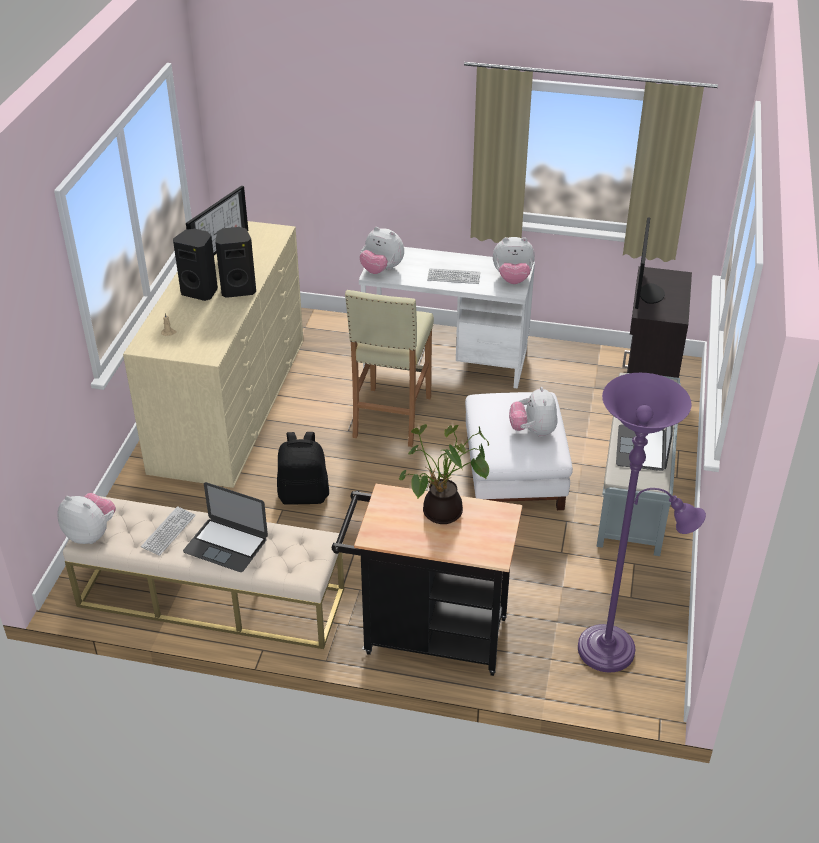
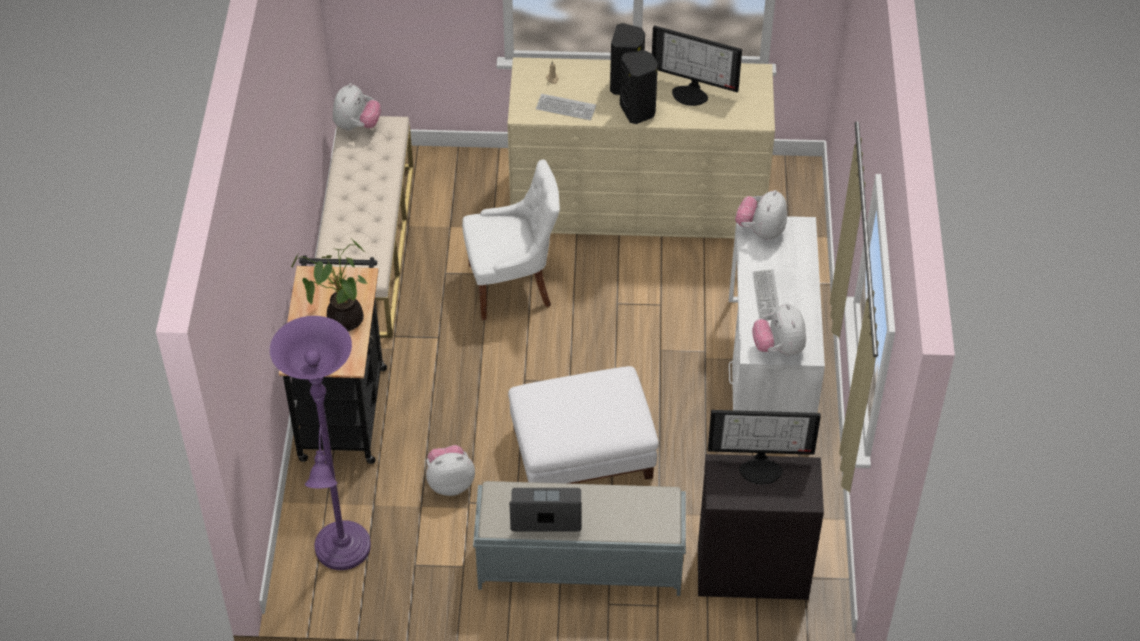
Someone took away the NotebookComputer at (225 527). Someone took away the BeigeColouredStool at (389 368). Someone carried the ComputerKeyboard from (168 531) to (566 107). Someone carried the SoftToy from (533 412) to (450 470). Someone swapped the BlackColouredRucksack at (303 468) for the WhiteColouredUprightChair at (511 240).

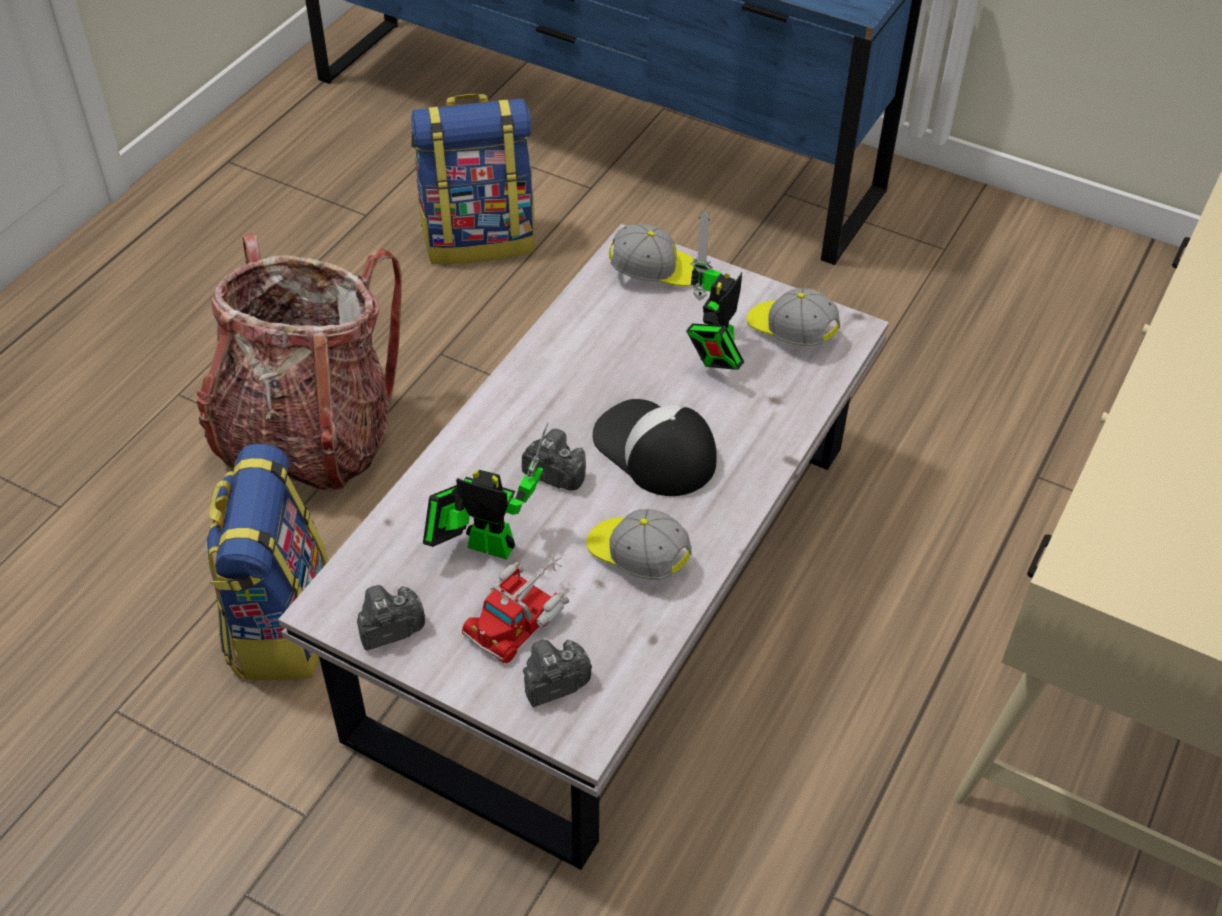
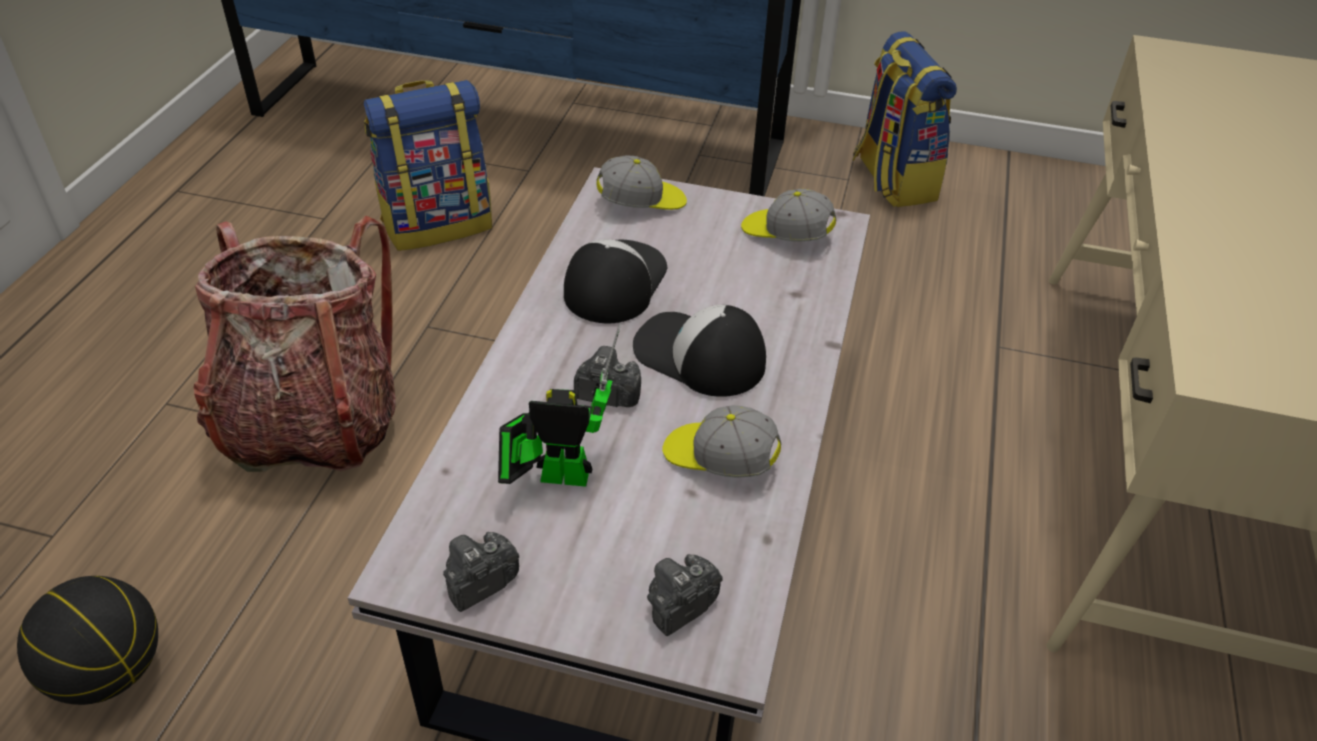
Someone took away the ToyTruck at (515 608). Someone took away the ToyRobot at (715 290). Someone put down the Basketball at (87 640). Someone put down the BaseballCap at (616 281). Someone carried the Rucksack from (267 562) to (904 119).

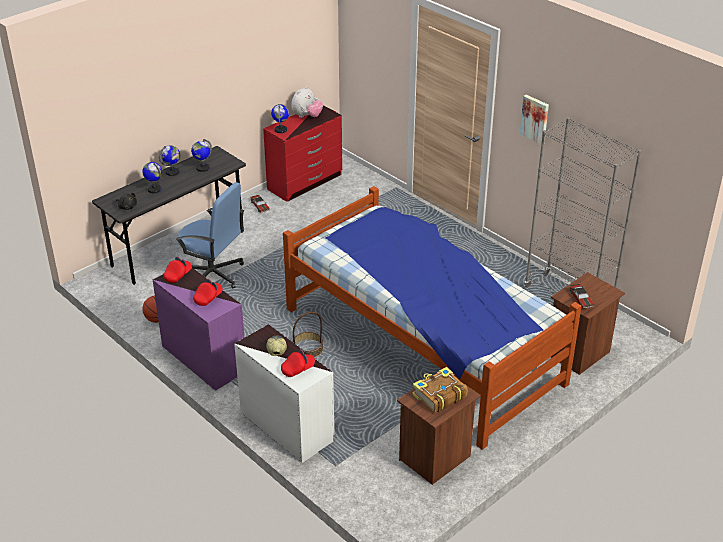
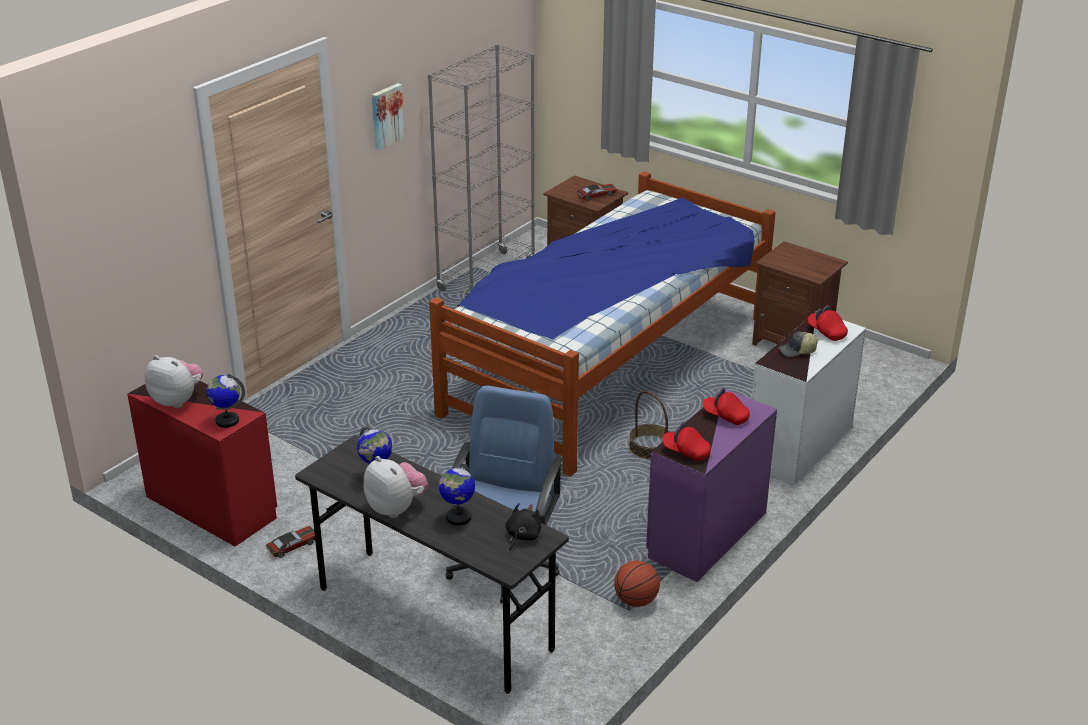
Someone took away the Book at (439 390). Someone swapped the WorldGlobe at (169 160) for the SoftToy at (395 487).

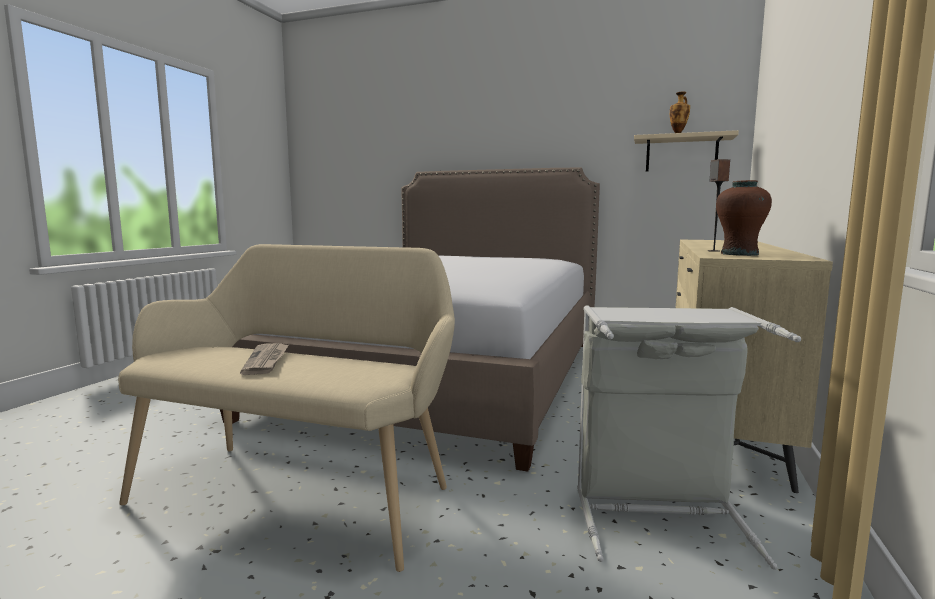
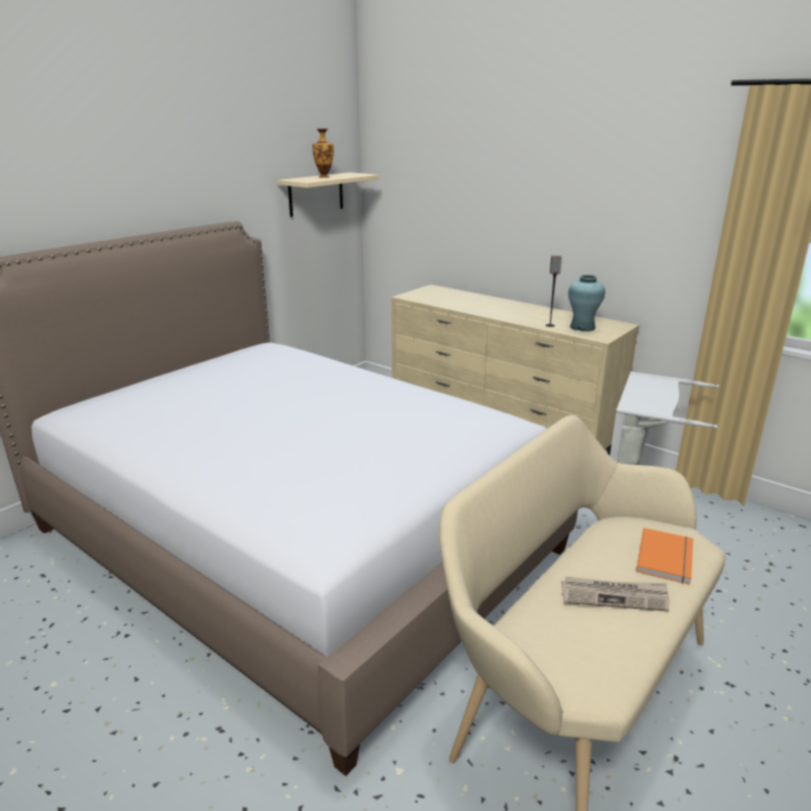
Someone put down the OrangeyBook at (664 556). Someone repainted the BrownishVase at (744 218), which became the TurquoiseColouredVase at (586 303).

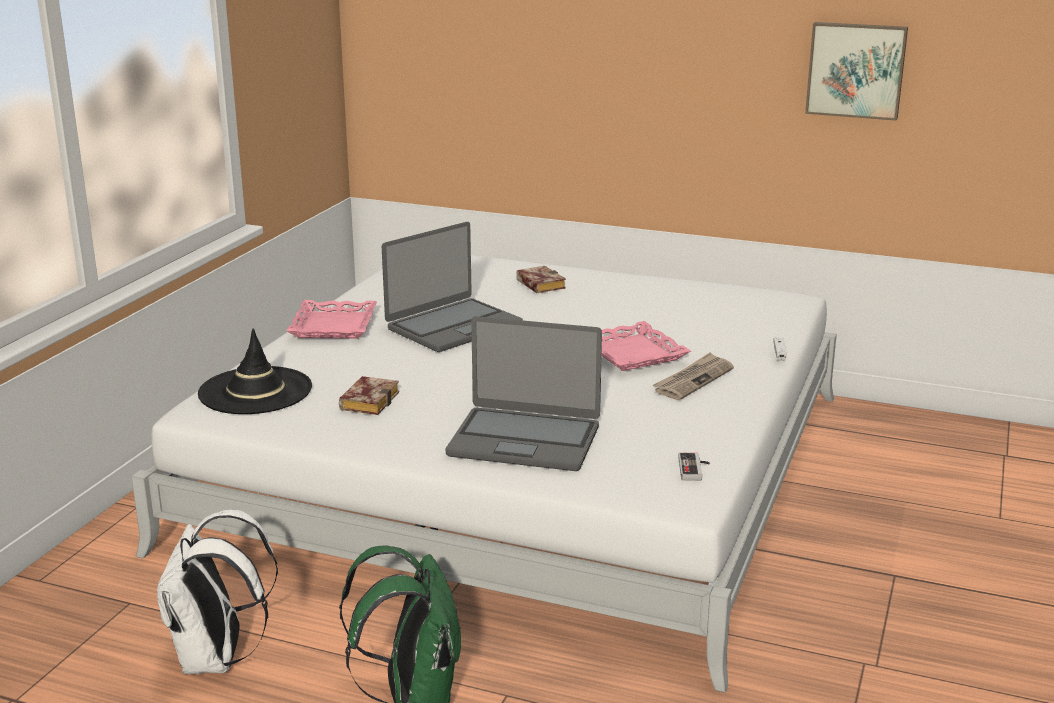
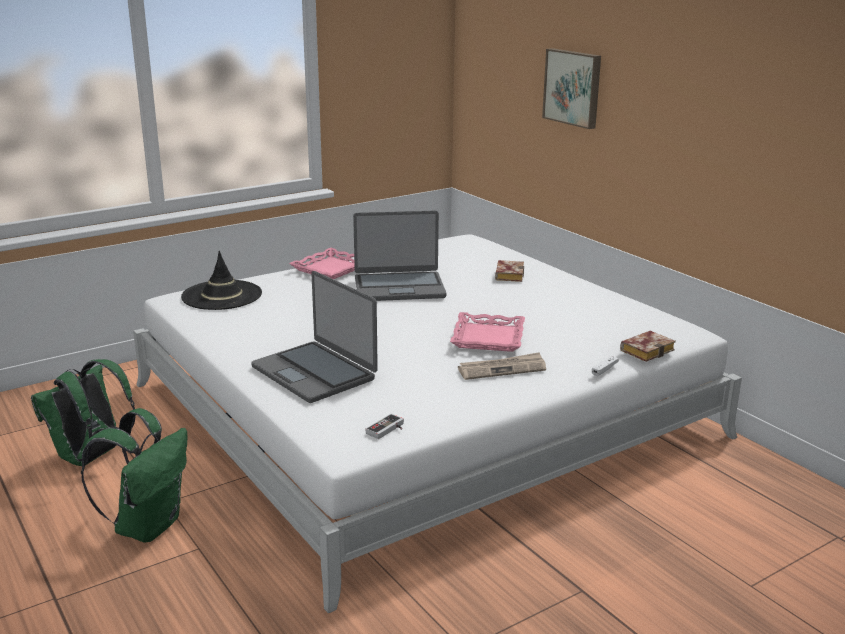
Someone carried the Book from (369 395) to (648 346). Someone carried the Picture from (856 71) to (571 88). Someone repainted the WhiteColouredRucksack at (217 592), which became the GreenColouredRucksack at (83 412).

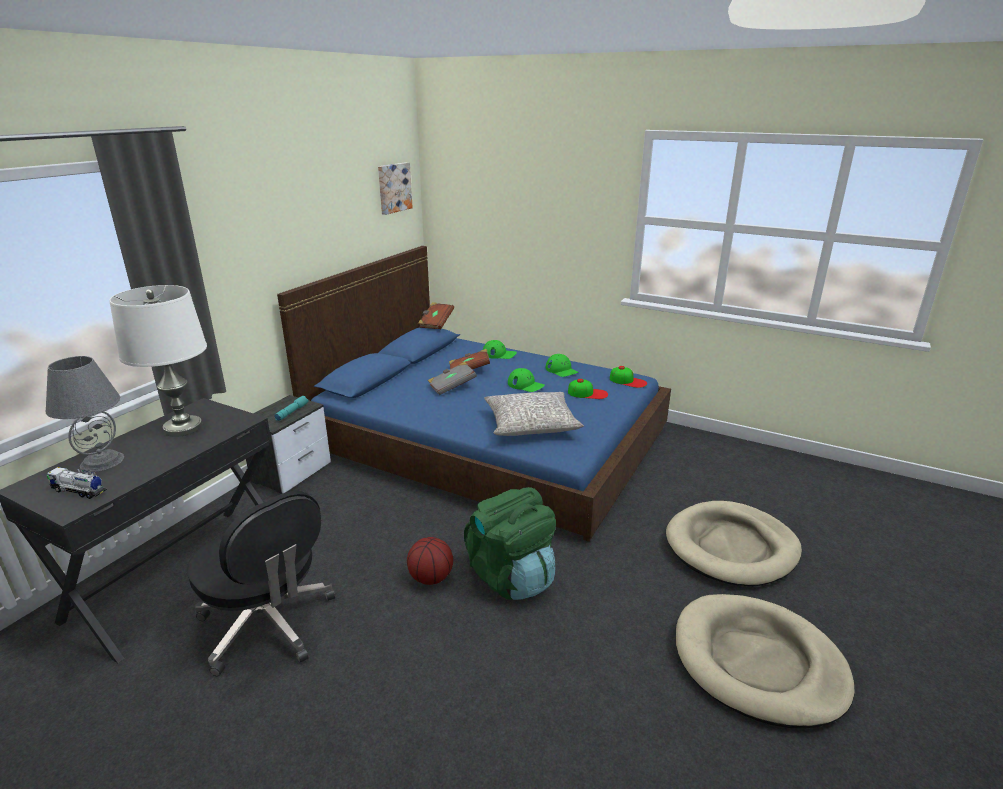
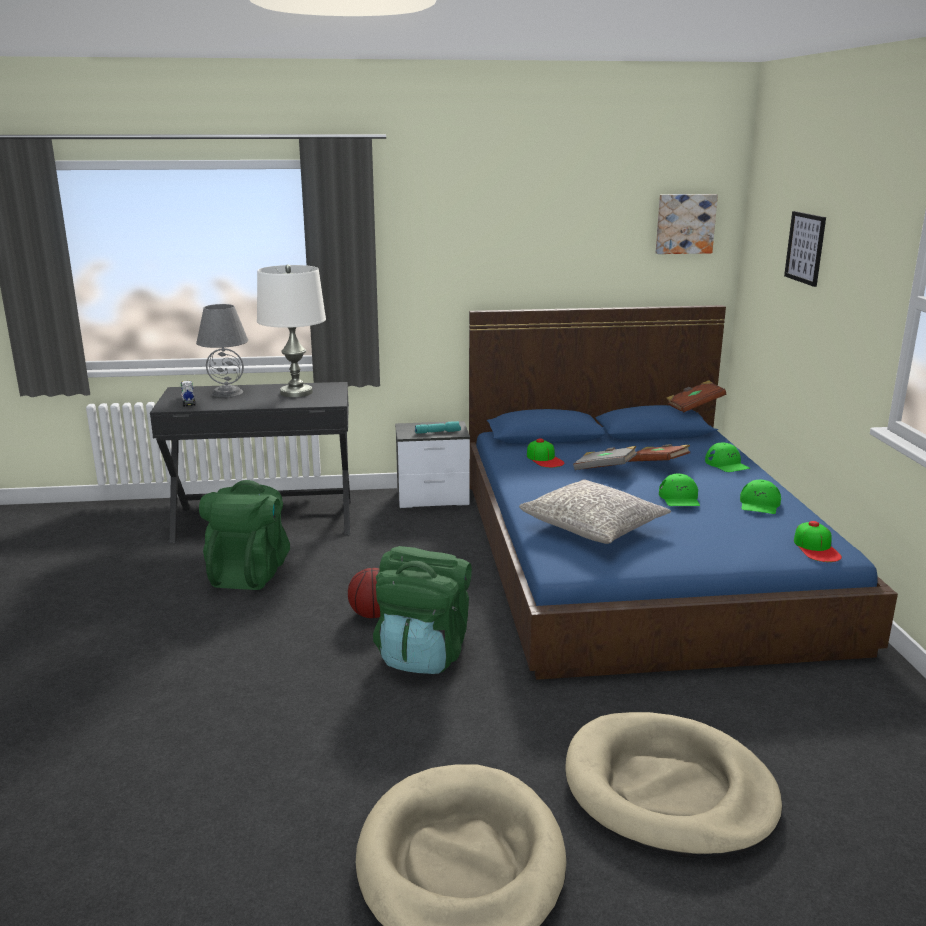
Someone put up the Picture at (805 249). Someone carried the BaseballCap from (588 389) to (546 453). Someone swapped the BlackColouredComputerChair at (261 583) for the GreenColouredRucksack at (244 535).

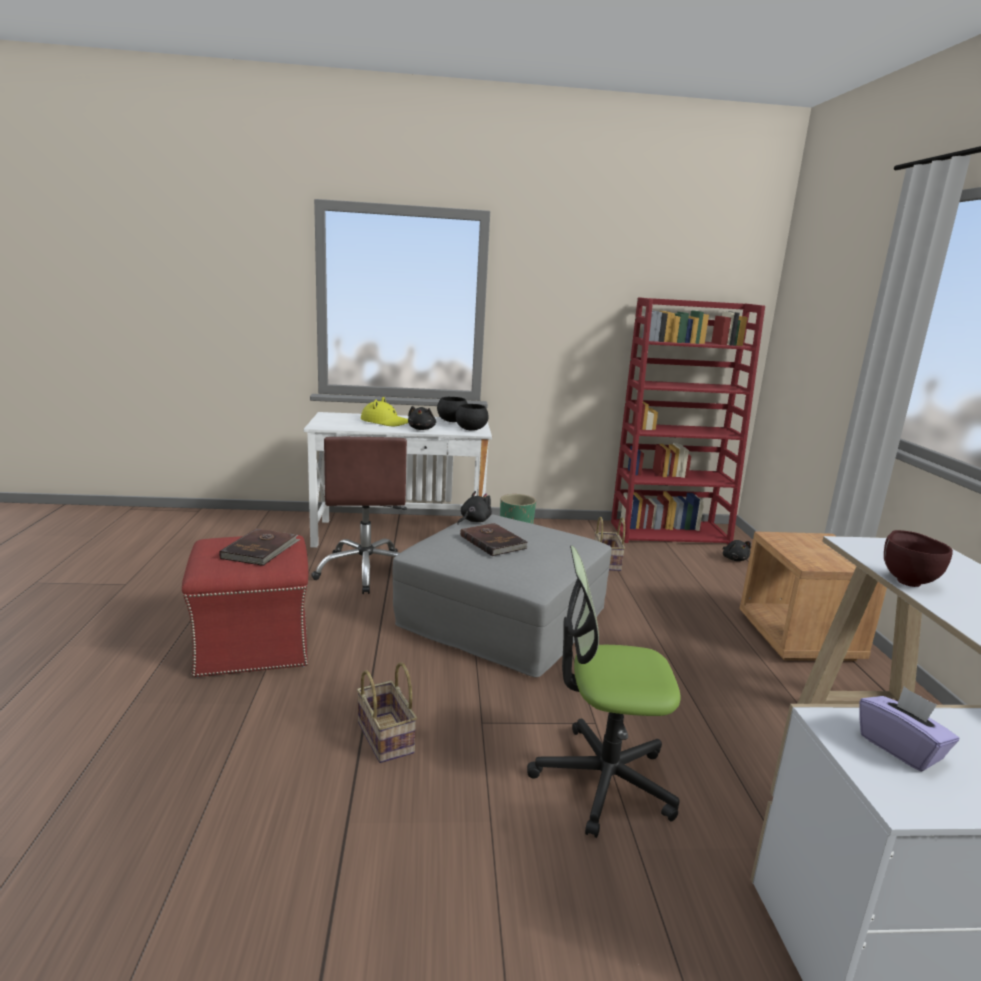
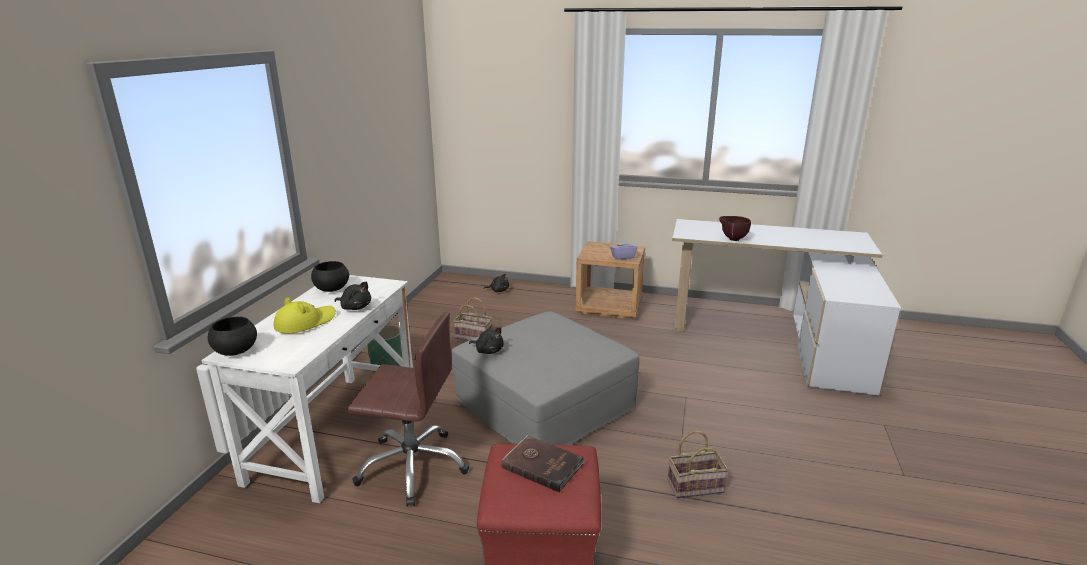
Someone took away the BrownishBook at (494 539). Someone took away the ComputerChair at (604 692). Someone took away the RedBookshelf at (688 420). Someone carried the BlackColouredBowl from (472 417) to (232 336). Someone carried the PurpleTissueBox from (909 729) to (624 249). Someone rotated the BlackColouredSoftToy at (474 508) by 150 degrees clockwise.

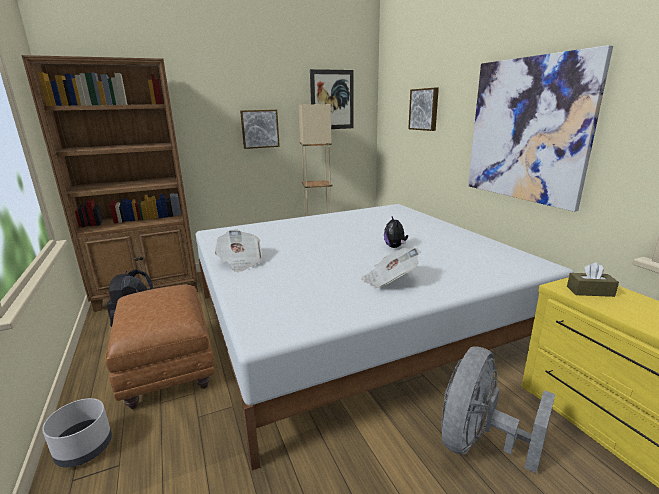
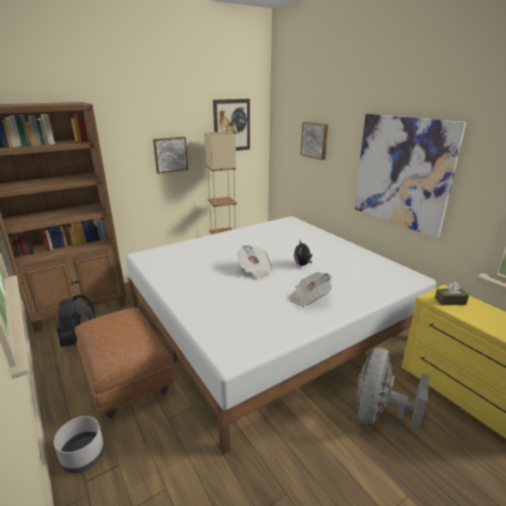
Someone carried the DailyPaper from (238 251) to (255 262).

